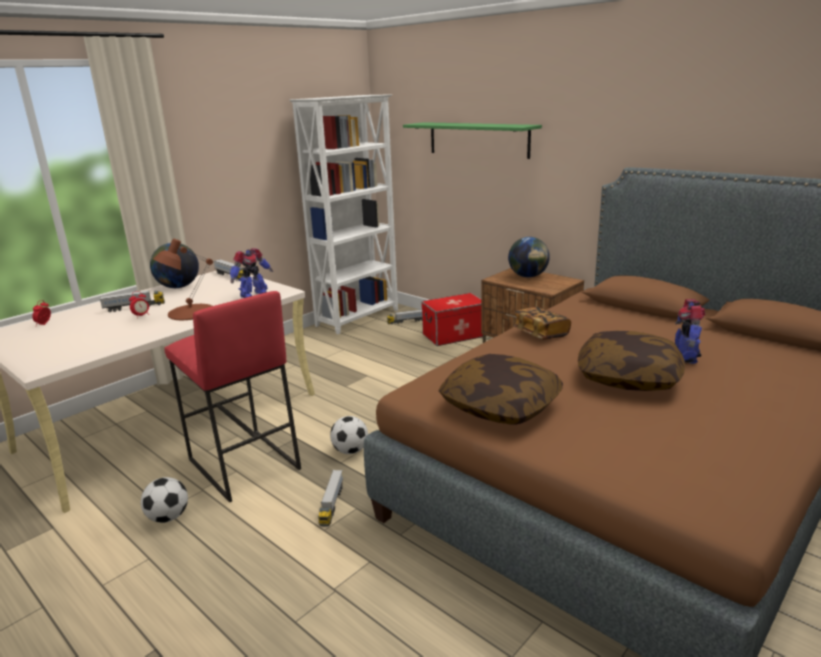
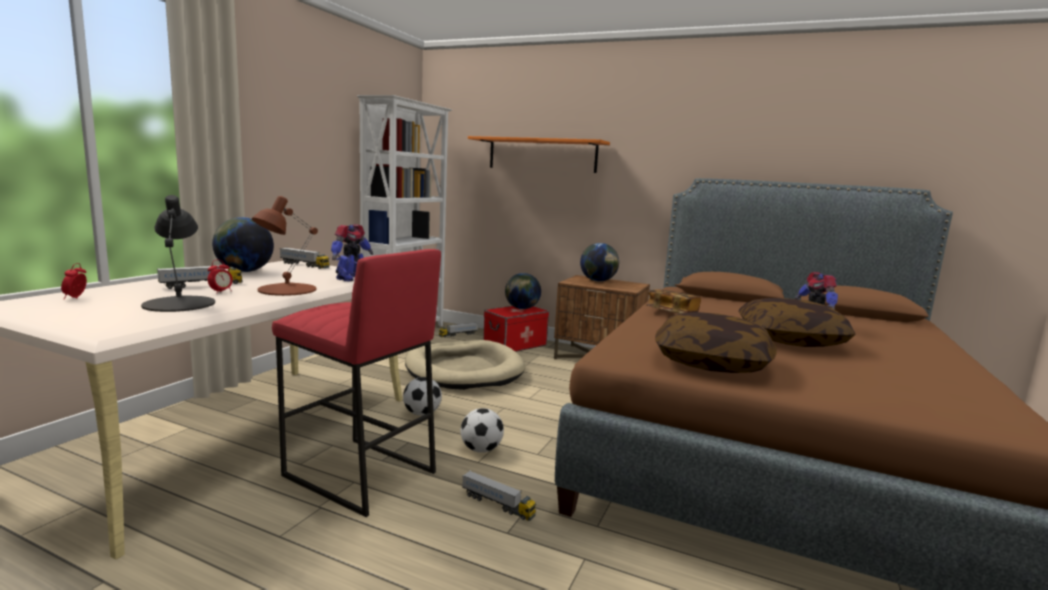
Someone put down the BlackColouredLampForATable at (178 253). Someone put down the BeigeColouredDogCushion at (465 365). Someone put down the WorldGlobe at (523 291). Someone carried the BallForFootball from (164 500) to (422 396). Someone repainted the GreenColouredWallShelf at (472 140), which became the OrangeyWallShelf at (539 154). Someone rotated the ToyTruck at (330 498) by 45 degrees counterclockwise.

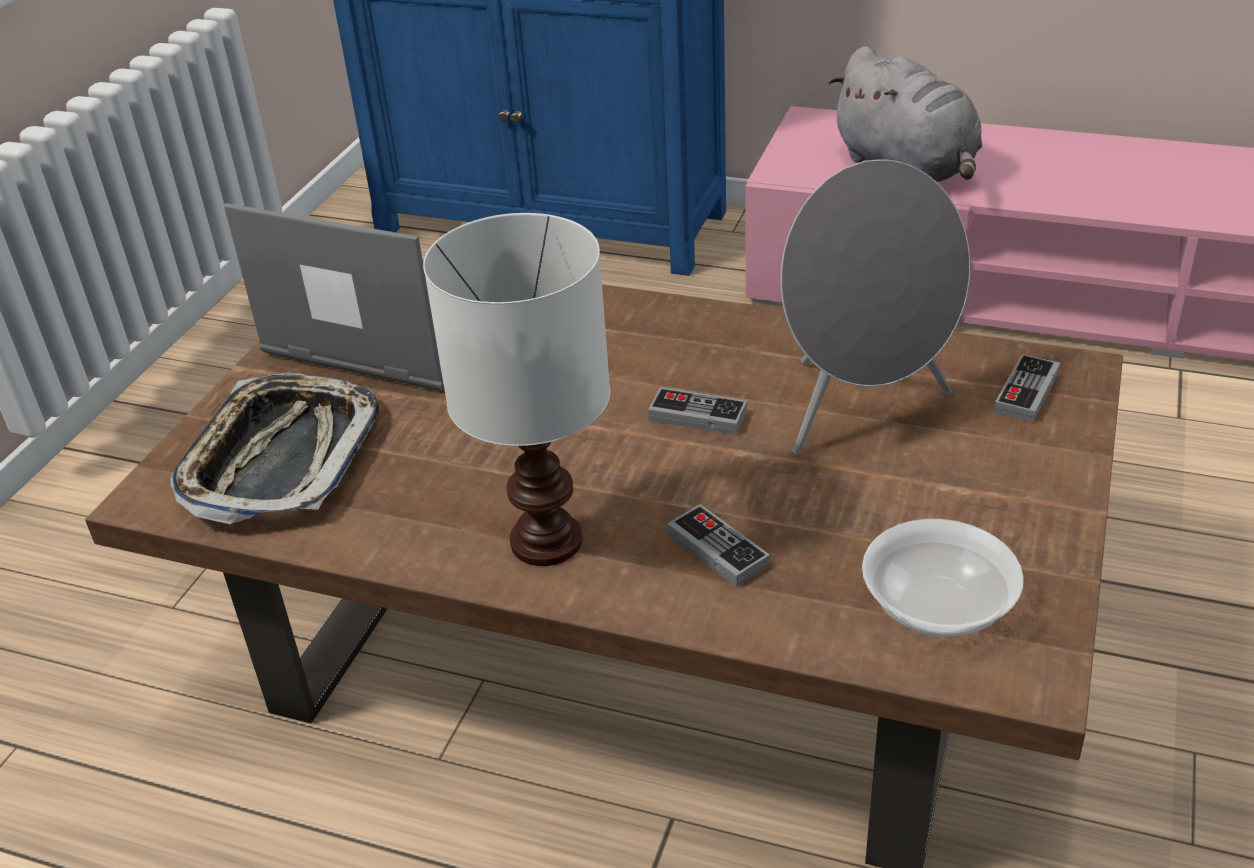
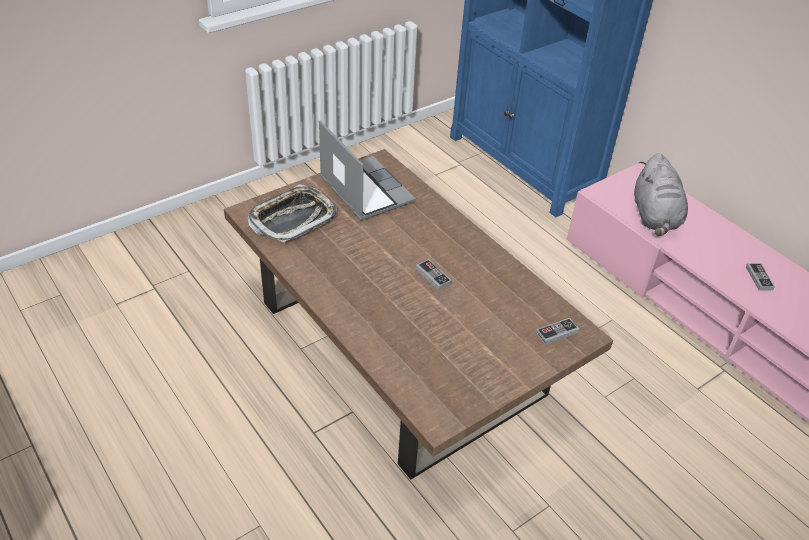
Someone took away the WhiteColouredLampForATable at (516 389). Someone took away the GraySpeaker at (875 307). Someone took away the Bowl at (943 578). Someone carried the Gamepad from (718 545) to (760 277).

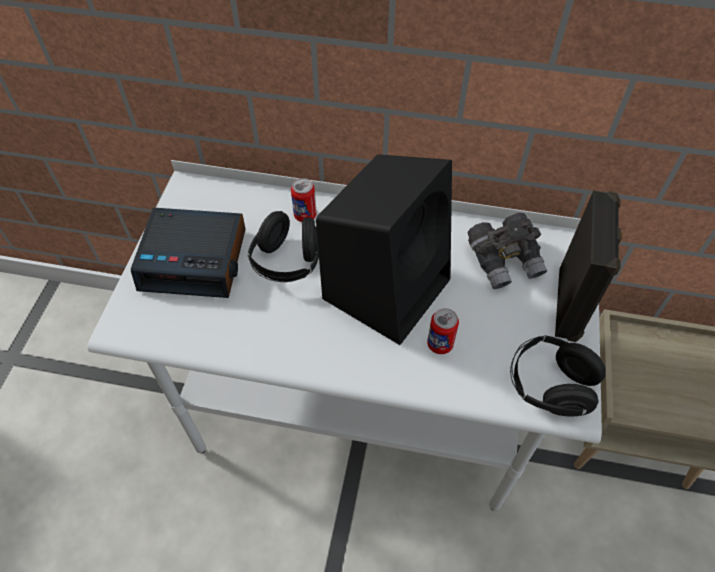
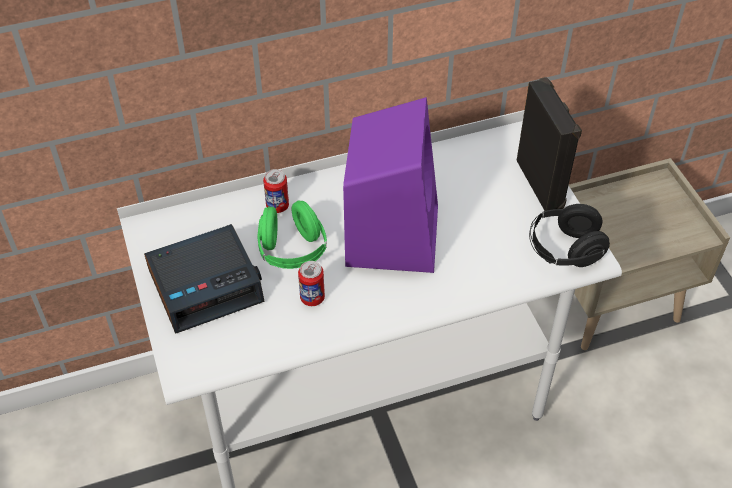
Someone took away the GrayFieldGlasses at (507 251). Someone carried the SealedCan from (443 331) to (311 283). Someone repainted the BlackColouredHeadphones at (283 246), which became the GreenColouredHeadphones at (292 235). Someone repainted the BlackColouredSpeaker at (384 249), which became the PurpleSpeaker at (390 185).

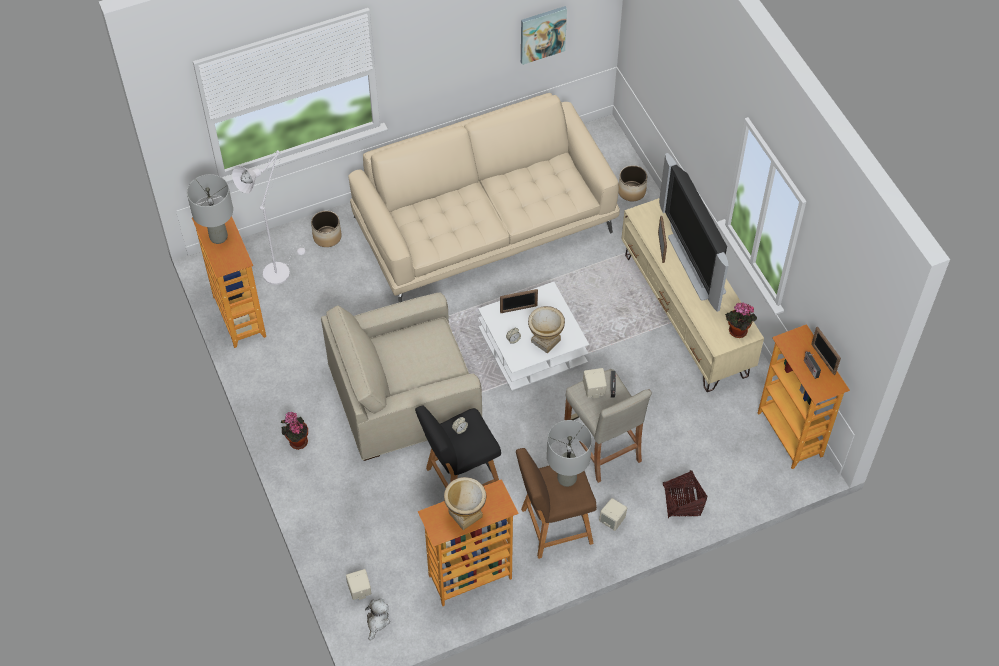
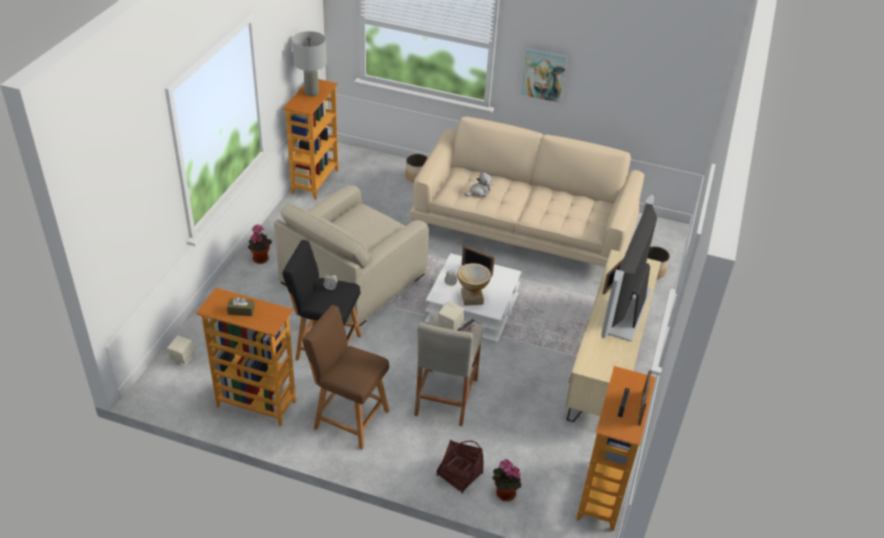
Someone took away the WhiteColouredStandardLamp at (269 217). Someone took away the GrayLampForATable at (569 453). Someone took away the BeigeColouredSpeaker at (613 514). Someone carried the SoftToy from (377 619) to (478 184). Someone carried the Picture from (544 35) to (544 75). Someone carried the Houseplant from (741 320) to (506 480). Someone swapped the Vase at (465 503) for the BrownishTissueBox at (241 306). Someone rotated the BeigeColouredArmchair at (401 377) by 75 degrees counterclockwise.

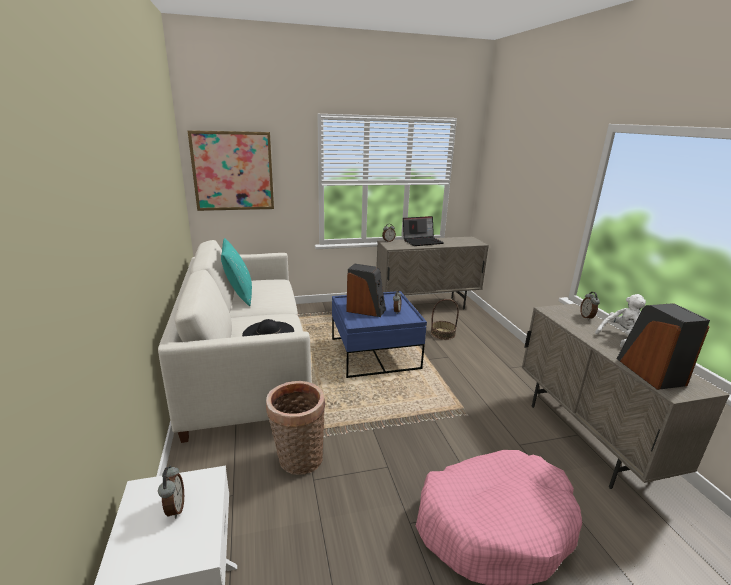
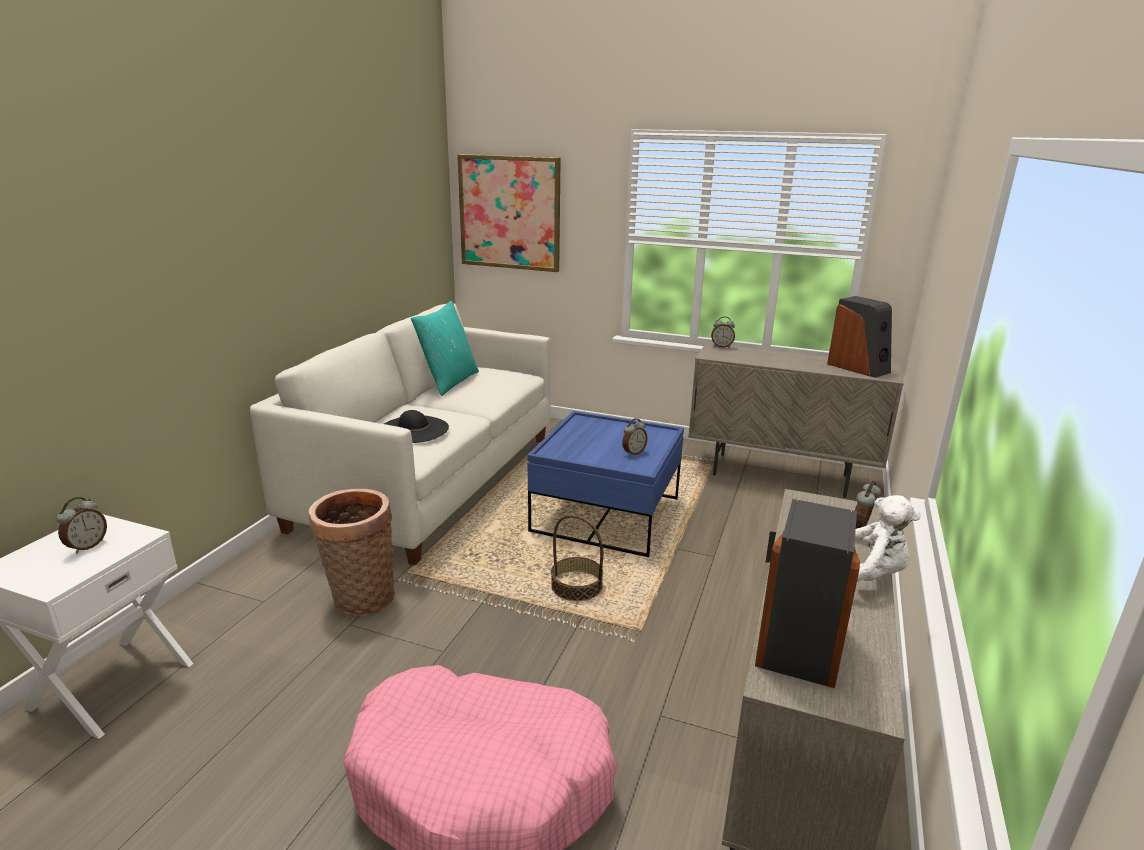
Someone took away the NotebookComputer at (423 231). Someone carried the Speaker from (366 290) to (859 337). Someone carried the Basket from (445 319) to (577 558).

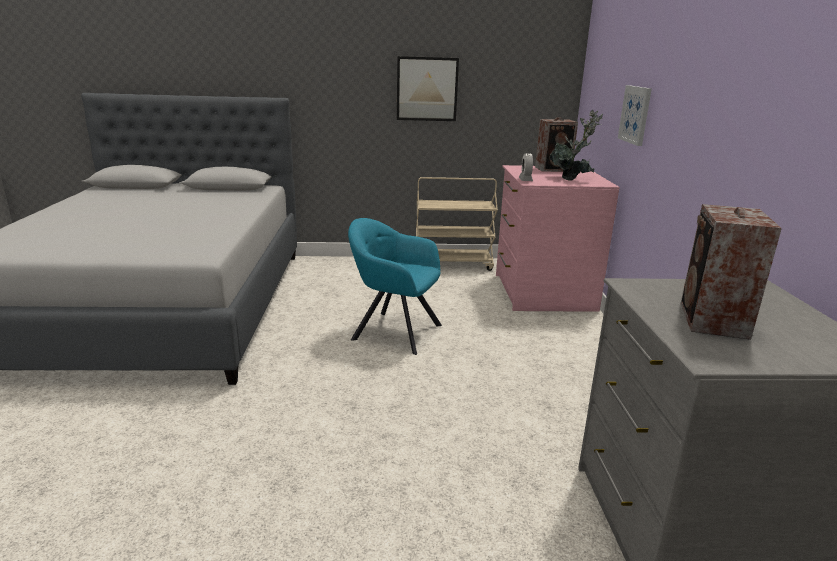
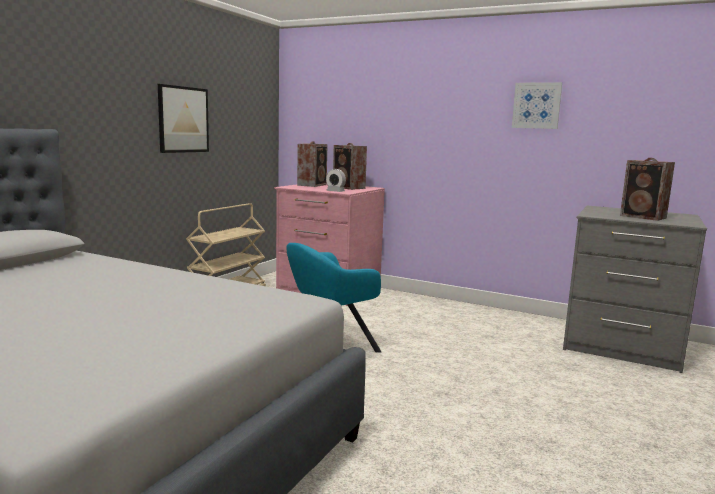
Someone carried the Picture from (635 115) to (537 105). Someone swapped the Houseplant at (576 145) for the Speaker at (350 166).

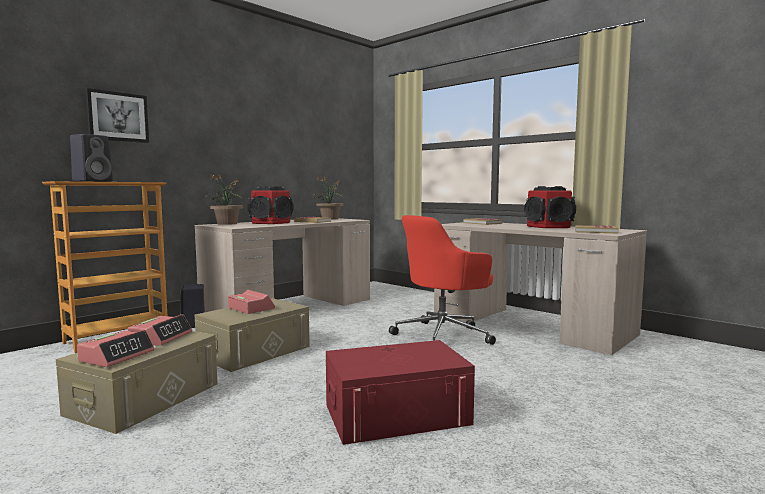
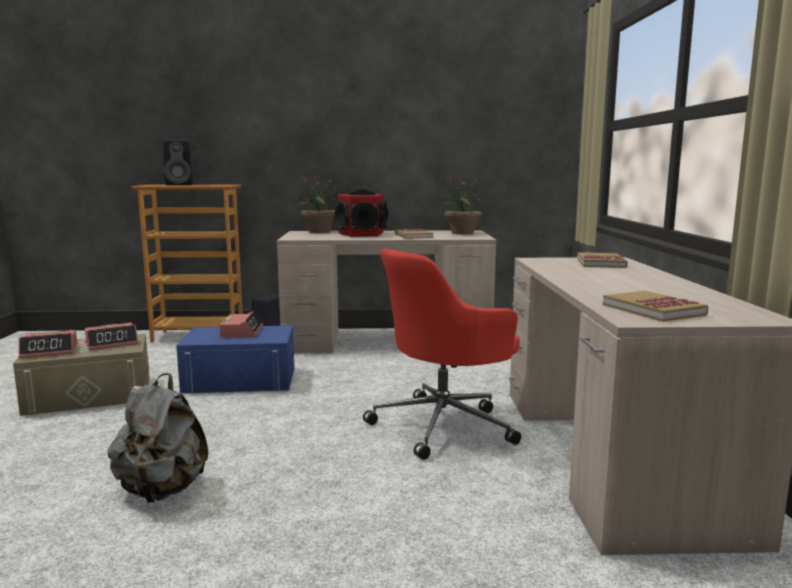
Someone took away the Picture at (117 115). Someone took away the Speaker at (550 207). Someone swapped the RedStorageContainer at (400 392) for the GrayRucksack at (158 438). Someone repainted the BeigeColouredStorageContainer at (252 335), which became the BlueColouredStorageContainer at (235 359). Someone rotated the RedComputerChair at (442 280) by 45 degrees counterclockwise.

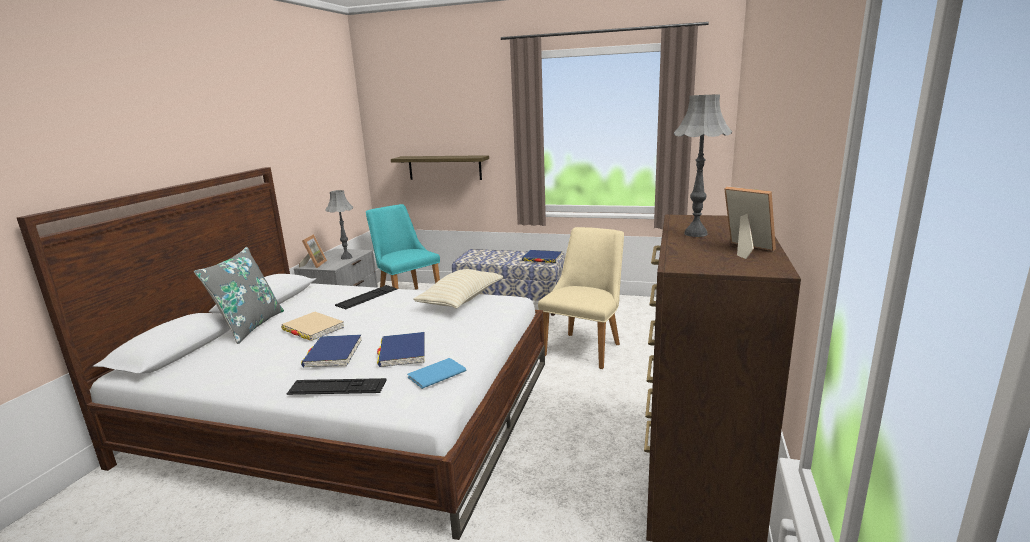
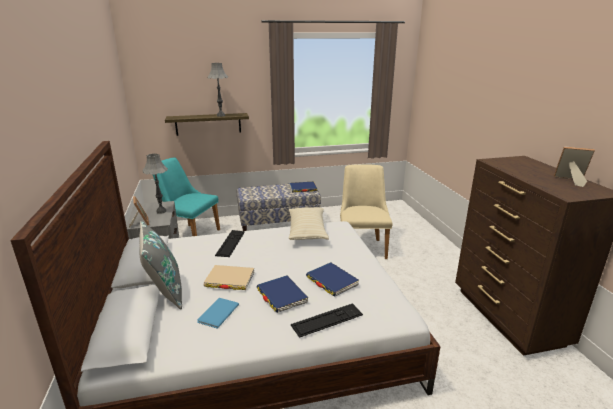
Someone carried the BlueColouredBook from (436 373) to (218 313). Someone carried the GrayLampForATable from (703 166) to (218 90).

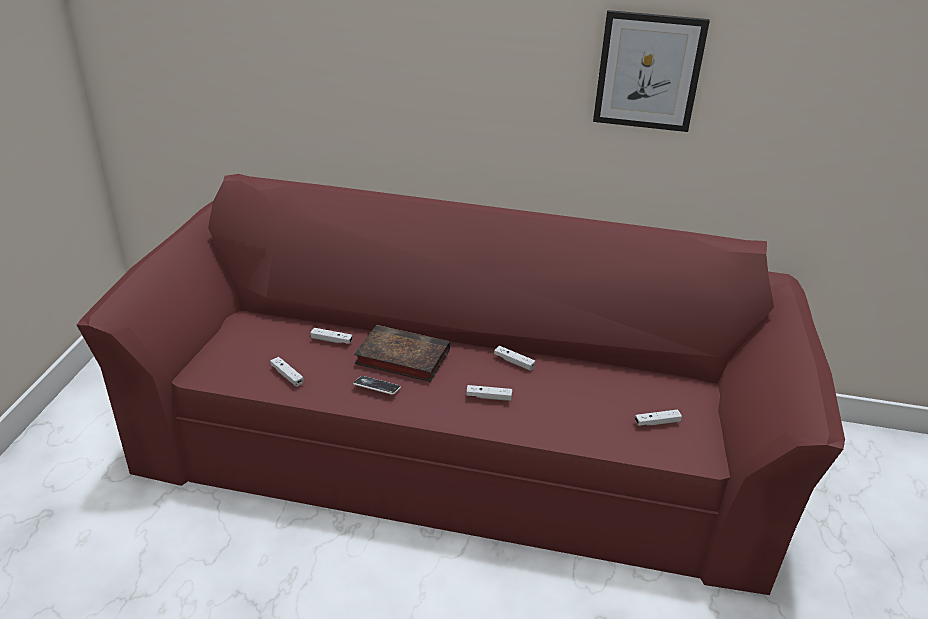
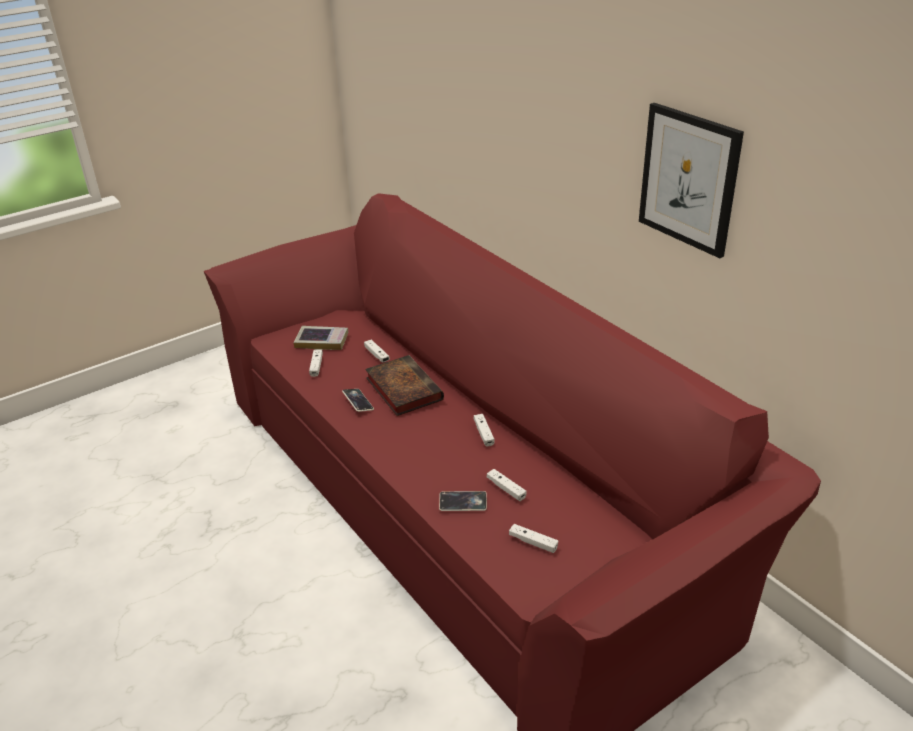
Someone put down the Book at (320 338). Someone put down the Handset at (463 501). Someone carried the WhiteColouredGamepad from (489 393) to (506 485).

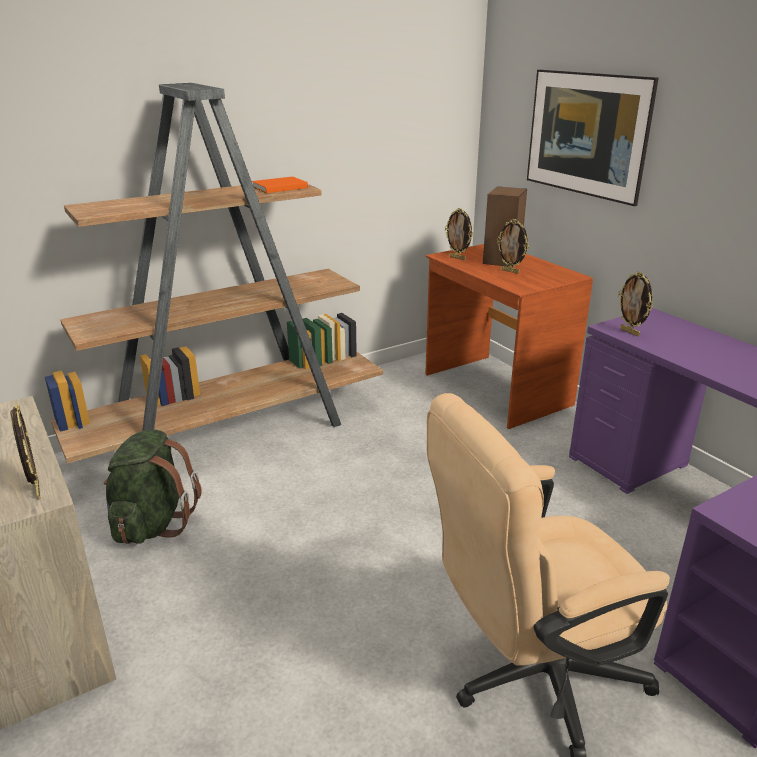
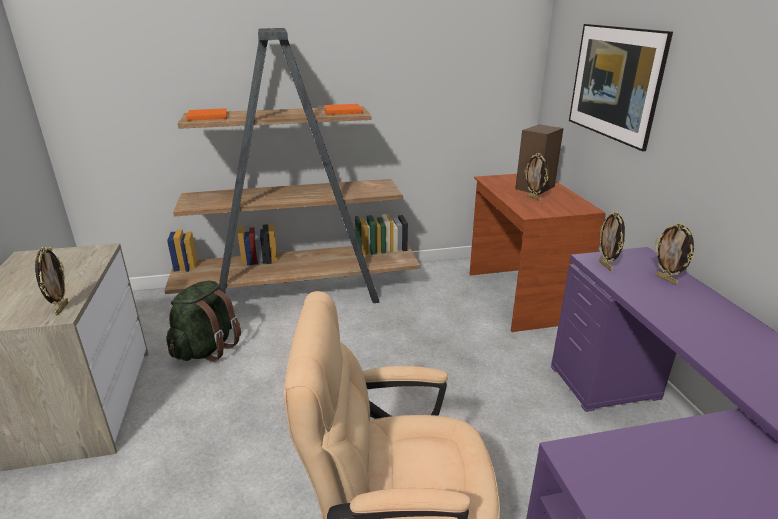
Someone put down the OrangeyBook at (206 114). Someone carried the StandingFrame from (459 234) to (674 253).

